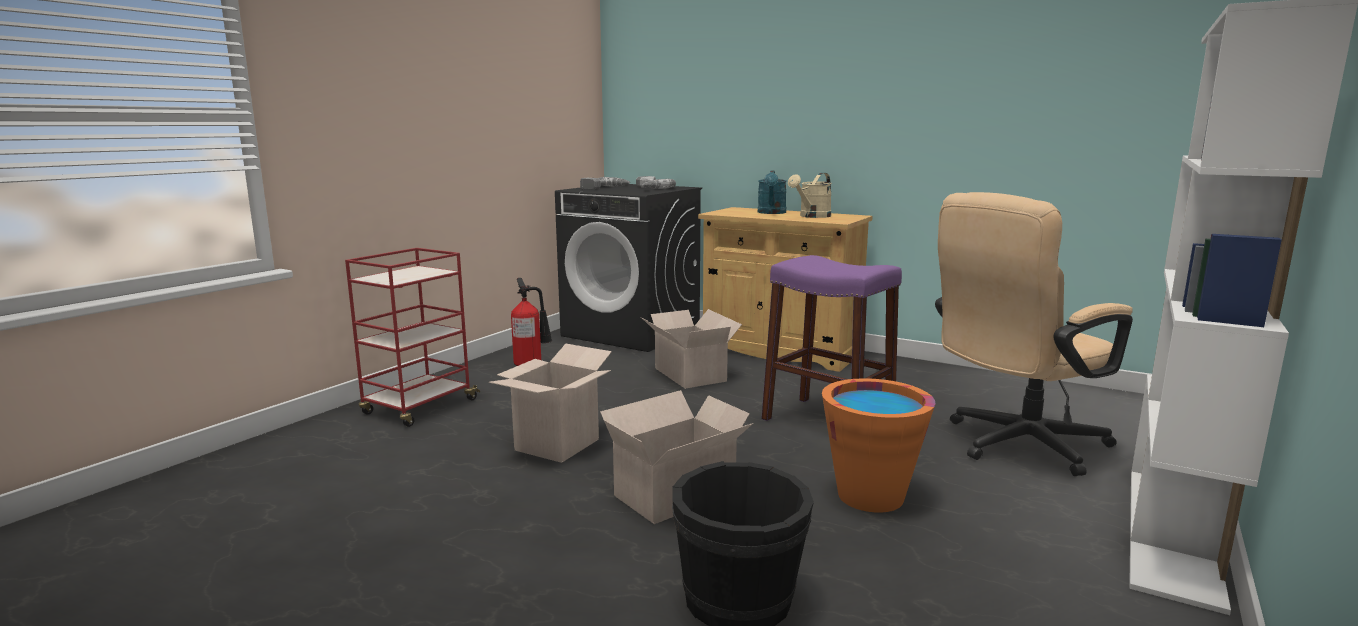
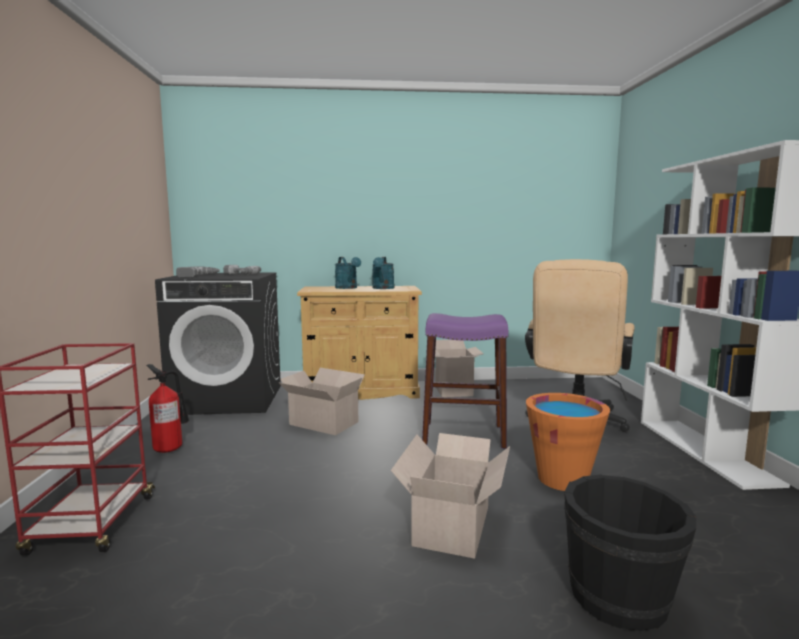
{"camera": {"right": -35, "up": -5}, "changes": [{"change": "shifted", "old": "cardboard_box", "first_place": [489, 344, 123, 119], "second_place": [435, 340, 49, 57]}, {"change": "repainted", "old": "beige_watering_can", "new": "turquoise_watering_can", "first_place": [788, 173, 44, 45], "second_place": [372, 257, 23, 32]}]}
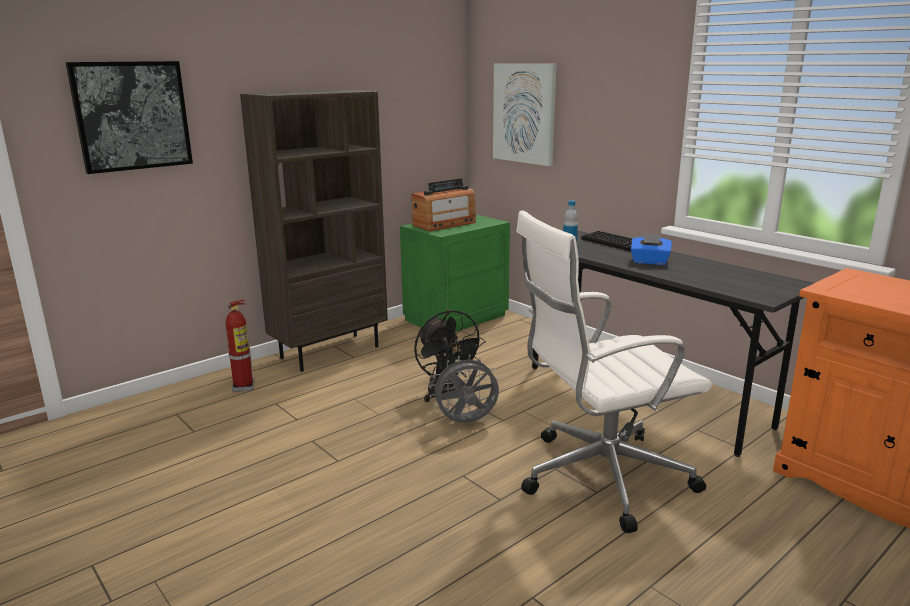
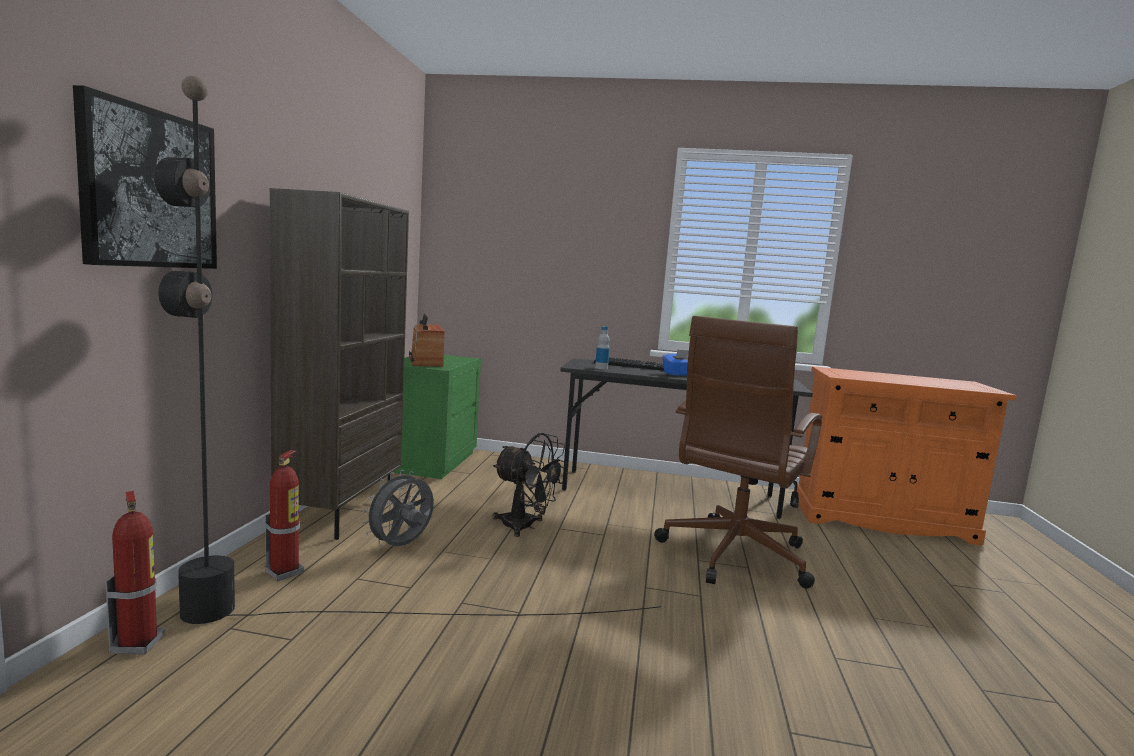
{"camera": {"right": -40, "up": -10}, "changes": [{"change": "rotated", "old": "radio", "first_place": [412, 179, 64, 52], "second_place": [409, 314, 36, 53], "degrees": 150}, {"change": "shifted", "old": "grey_fan", "first_place": [430, 354, 69, 69], "second_place": [363, 470, 71, 76]}, {"change": "gone", "old": "picture", "first_place": [493, 64, 64, 102]}, {"change": "repainted", "old": "white_office_chair", "new": "brown_office_chair", "first_place": [516, 210, 196, 323], "second_place": [654, 316, 168, 272]}, {"change": "new", "new": "fire_extinguisher", "second_place": [105, 491, 60, 163]}, {"change": "new", "new": "black_floor_lamp", "second_place": [154, 76, 507, 548]}]}
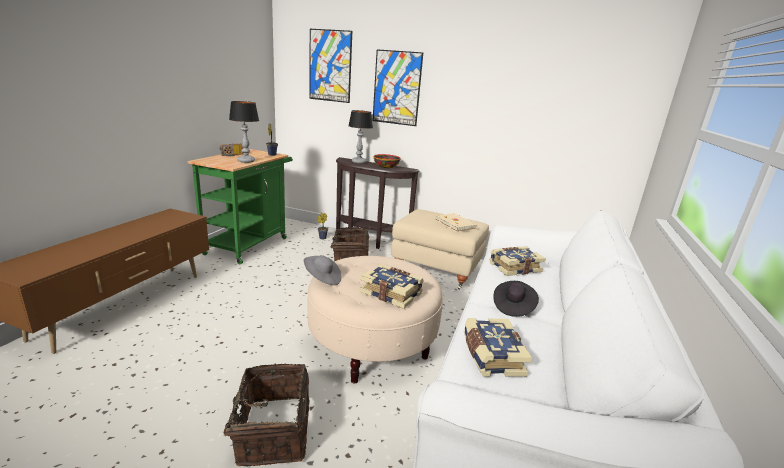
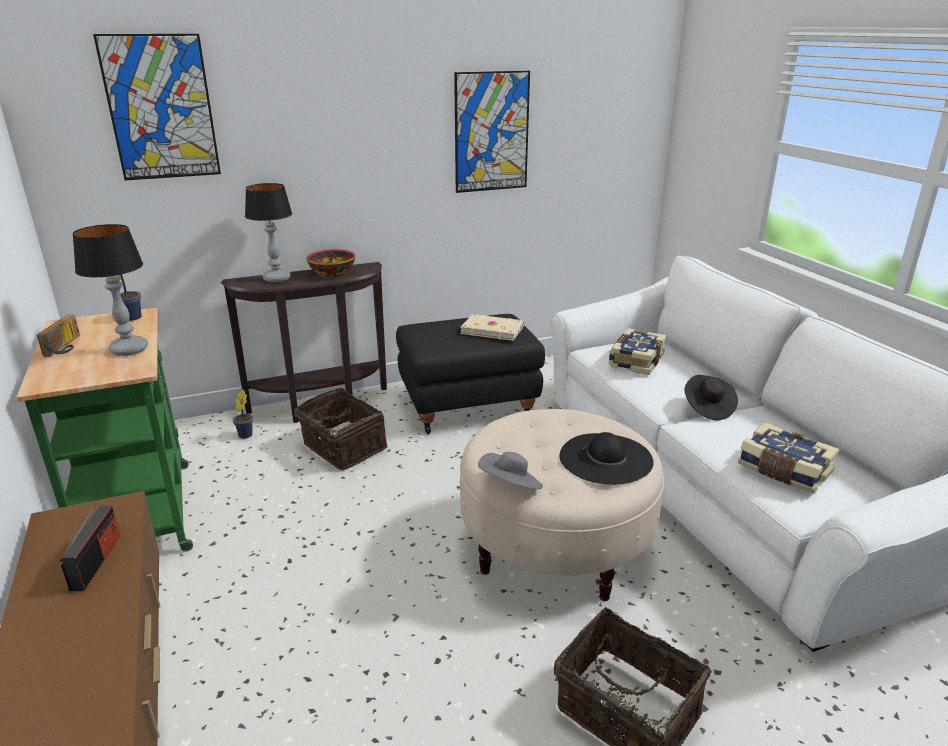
{"camera": {"right": -40, "up": 5}, "changes": [{"change": "swapped", "old": "book", "new": "black_hat", "first_place": [360, 264, 64, 45], "second_place": [560, 432, 94, 53]}, {"change": "shifted", "old": "picture", "first_place": [373, 49, 50, 77], "second_place": [454, 71, 76, 122]}, {"change": "repainted", "old": "beige_ottoman", "new": "black_ottoman", "first_place": [391, 209, 98, 80], "second_place": [396, 314, 149, 120]}, {"change": "new", "new": "radio", "second_place": [60, 502, 60, 89]}]}
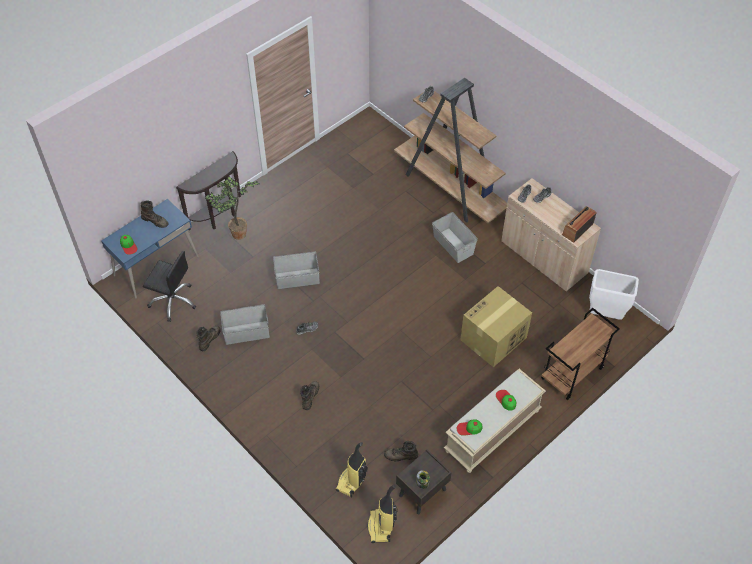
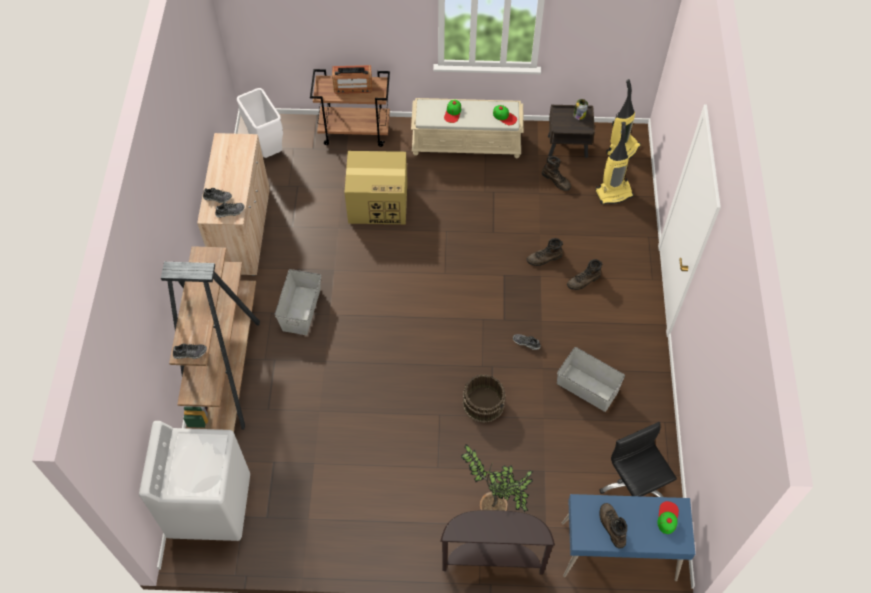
{"camera": {"right": -135, "up": 5}, "changes": [{"change": "shifted", "old": "brown_boot", "first_place": [197, 326, 24, 25], "second_place": [527, 238, 36, 28]}, {"change": "swapped", "old": "grey_storage_box", "new": "brown_bucket", "first_place": [273, 251, 47, 38], "second_place": [462, 374, 44, 49]}, {"change": "shifted", "old": "radio", "first_place": [562, 206, 35, 37], "second_place": [332, 65, 40, 29]}, {"change": "new", "new": "white_washing_machine", "second_place": [139, 421, 111, 120]}]}
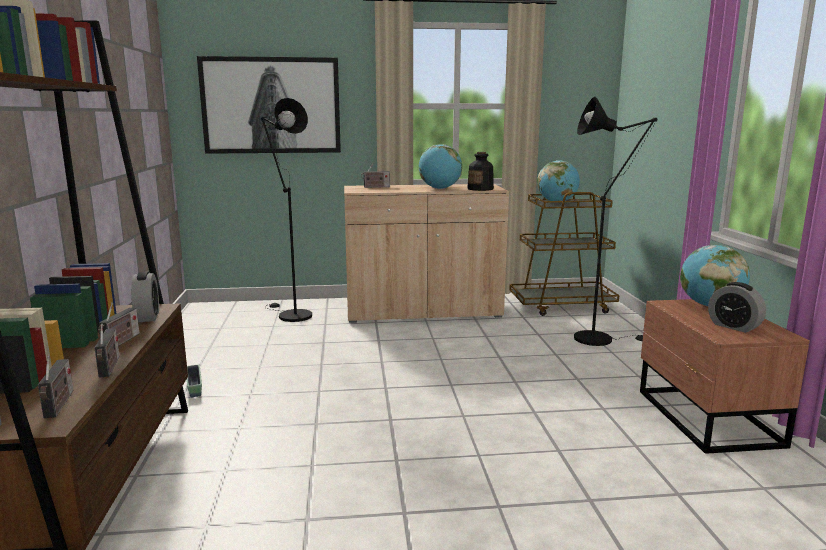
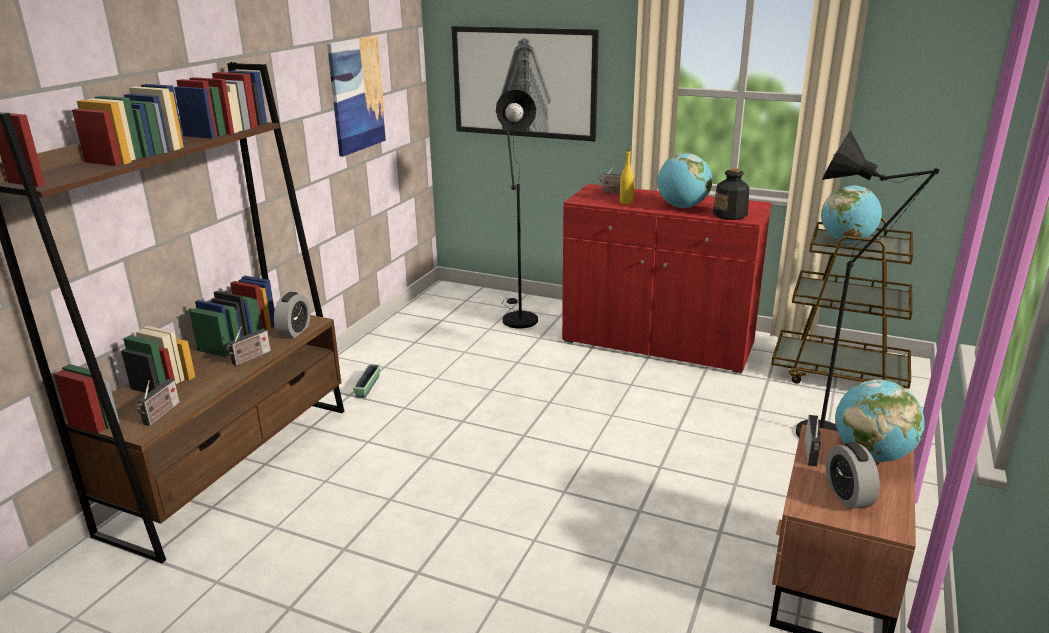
{"camera": {"right": 30, "up": 10}, "changes": [{"change": "shifted", "old": "radio", "first_place": [94, 324, 26, 54], "second_place": [805, 415, 17, 51]}, {"change": "repainted", "old": "beige_cabinet", "new": "red_cabinet", "first_place": [344, 184, 165, 139], "second_place": [562, 184, 209, 190]}, {"change": "new", "new": "picture", "second_place": [327, 35, 60, 122]}, {"change": "new", "new": "yellow_bottle", "second_place": [620, 150, 14, 54]}]}
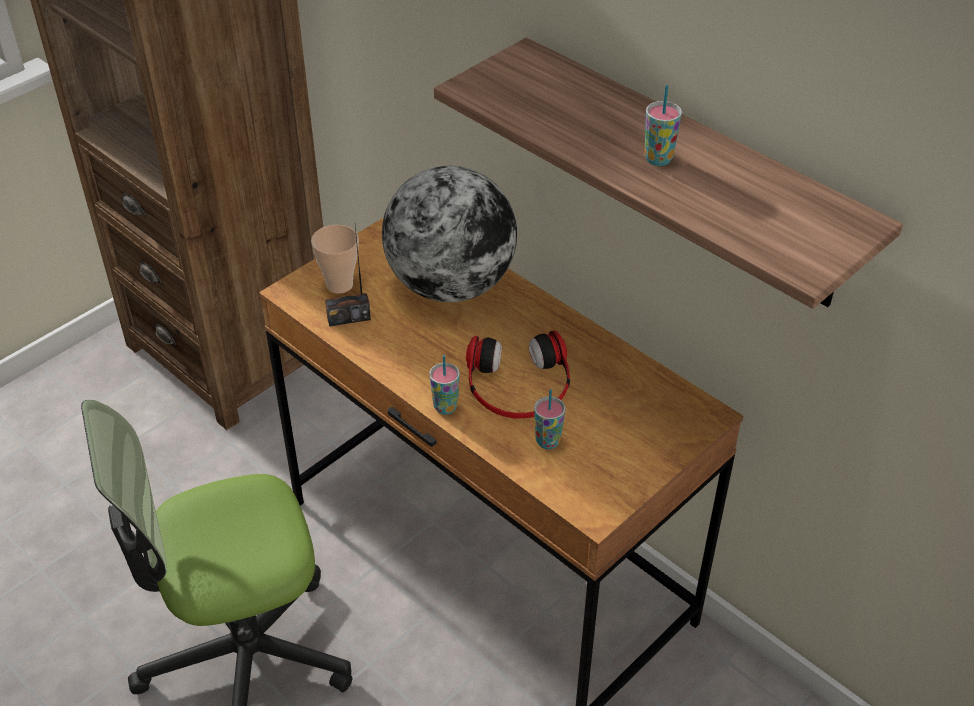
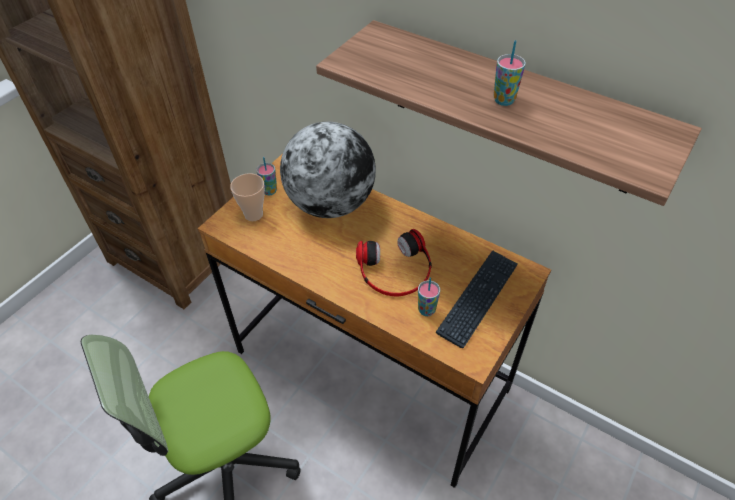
{"camera": {"right": -10, "up": 5}, "changes": [{"change": "gone", "old": "radio", "first_place": [325, 226, 46, 101]}, {"change": "shifted", "old": "cup", "first_place": [429, 355, 31, 60], "second_place": [257, 157, 20, 38]}, {"change": "new", "new": "keyboard", "second_place": [436, 250, 82, 98]}]}
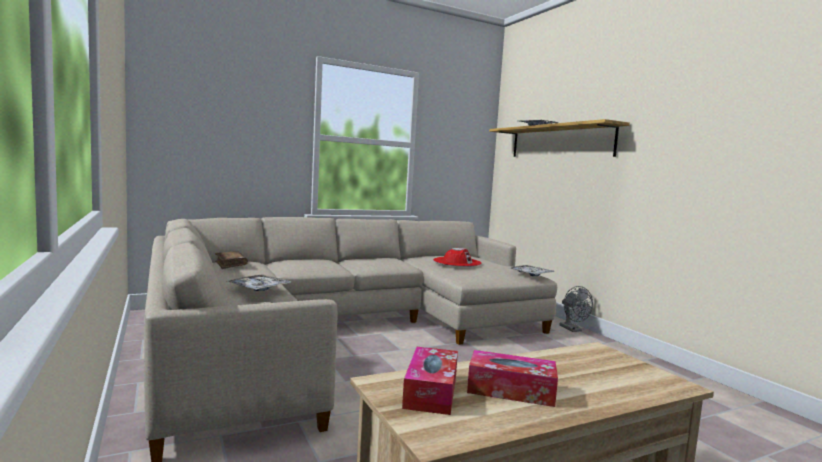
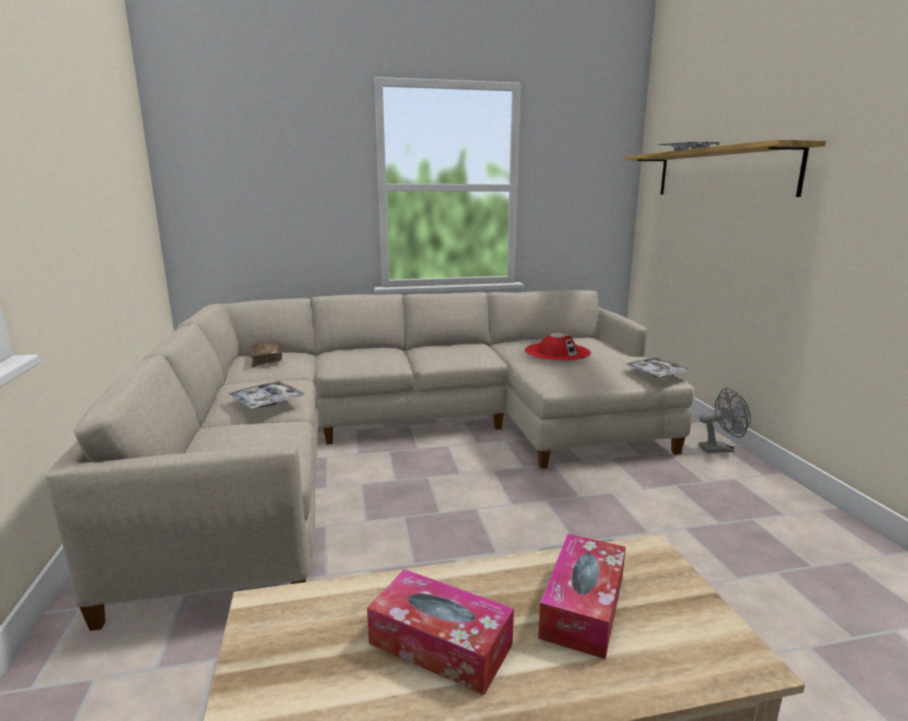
{"camera": {"right": 15, "up": 10}, "changes": [{"change": "shifted", "old": "tissue_box", "first_place": [402, 347, 56, 68], "second_place": [538, 534, 88, 125]}, {"change": "rotated", "old": "grey_fan", "first_place": [559, 286, 34, 46], "second_place": [698, 388, 53, 65], "degrees": -90}]}
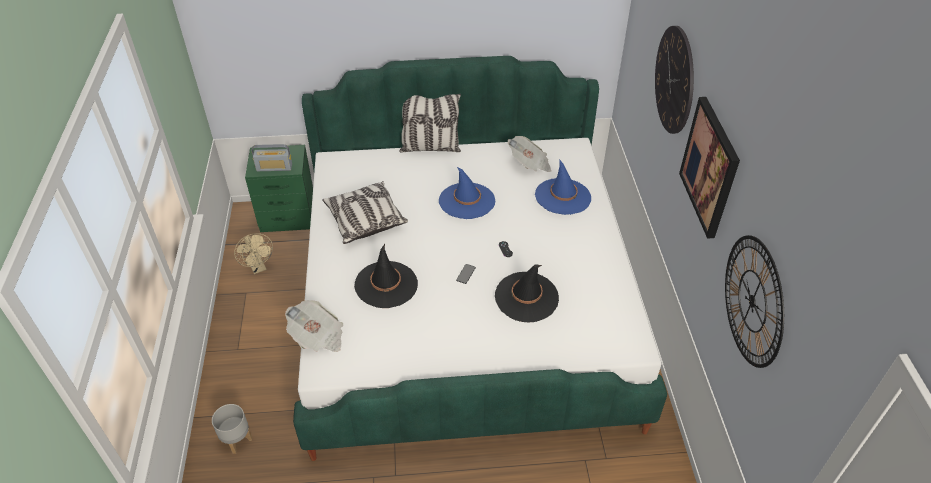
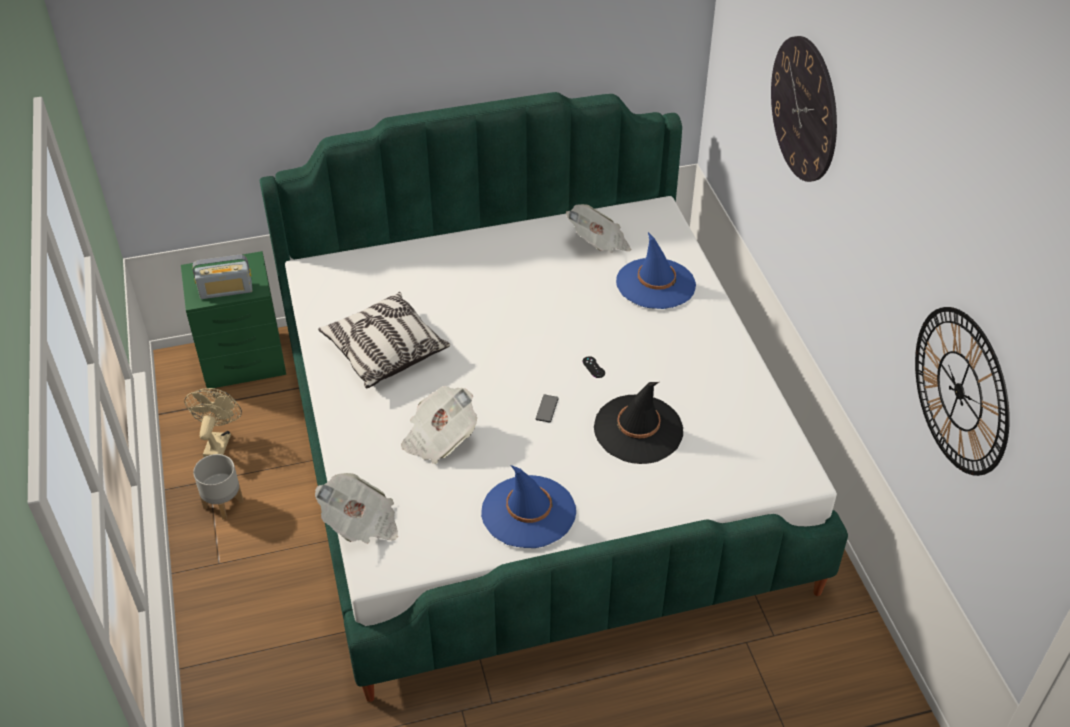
{"camera": {"right": -10, "up": 0}, "changes": [{"change": "shifted", "old": "grey_planter", "first_place": [212, 404, 40, 50], "second_place": [193, 454, 50, 65]}, {"change": "rotated", "old": "beige_fan", "first_place": [234, 233, 39, 41], "second_place": [184, 388, 58, 69], "degrees": -135}, {"change": "swapped", "old": "black_hat", "new": "newspaper", "first_place": [354, 244, 64, 64], "second_place": [401, 386, 76, 78]}, {"change": "gone", "old": "pillow", "first_place": [399, 94, 62, 59]}, {"change": "shifted", "old": "blue_hat", "first_place": [439, 167, 56, 52], "second_place": [481, 465, 95, 83]}, {"change": "gone", "old": "picture", "first_place": [679, 97, 61, 142]}]}
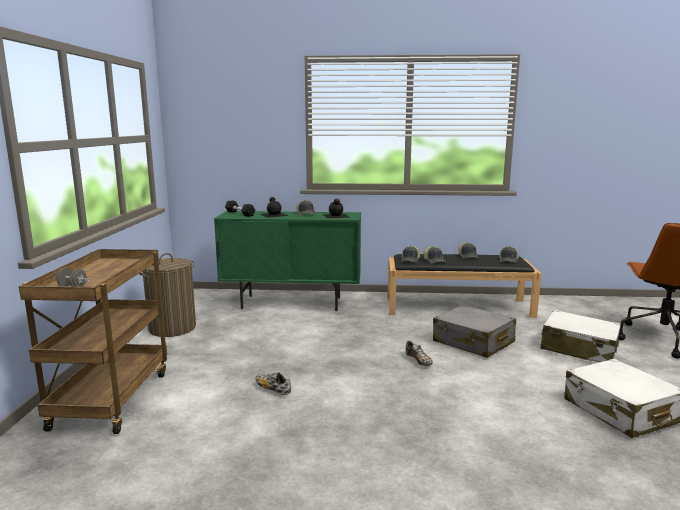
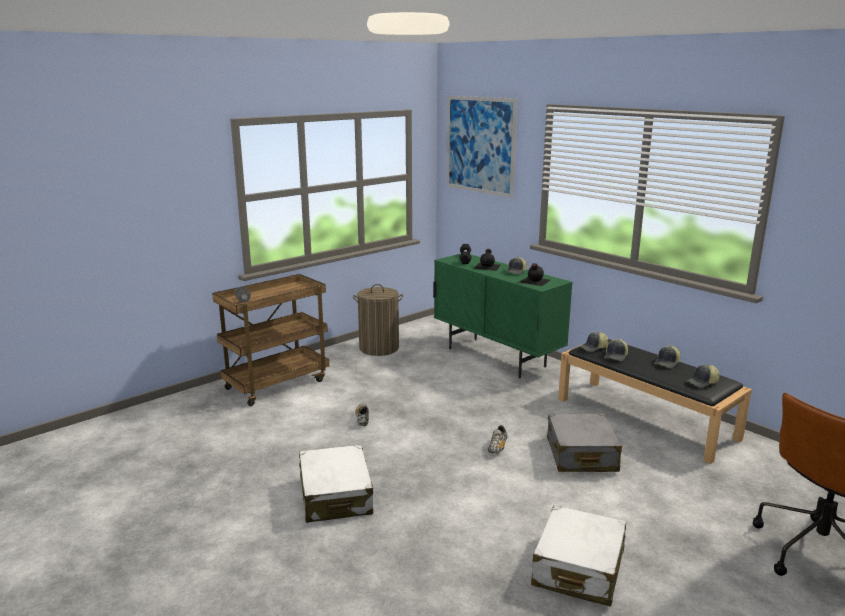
{"camera": {"right": 45, "up": 5}, "changes": [{"change": "shifted", "old": "white_suitcase", "first_place": [540, 310, 81, 53], "second_place": [299, 445, 75, 78]}, {"change": "new", "new": "picture", "second_place": [447, 96, 70, 102]}]}
